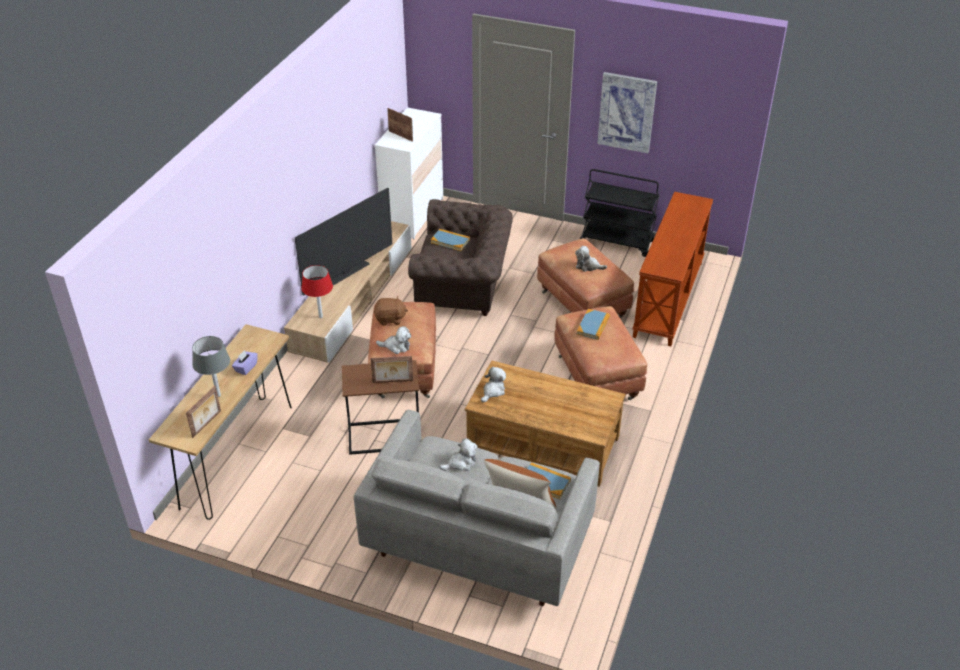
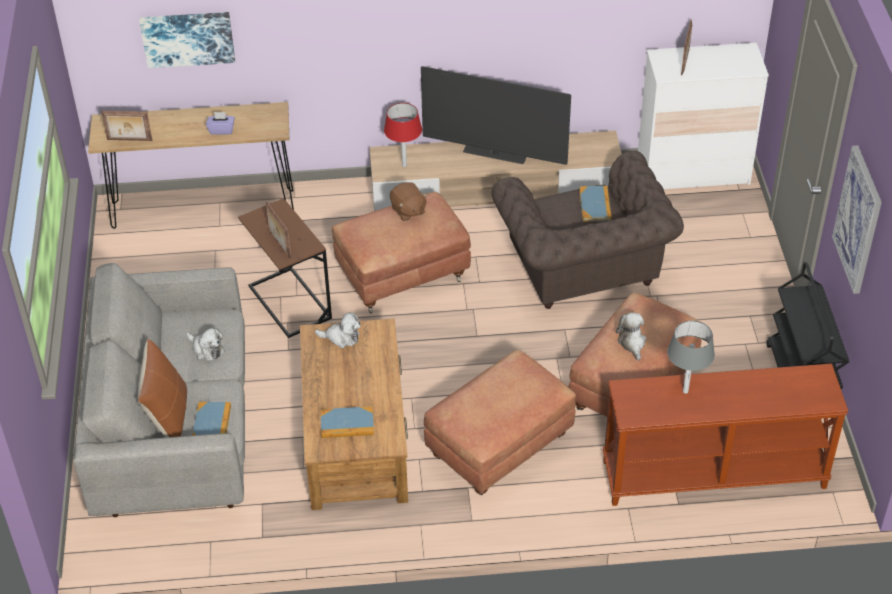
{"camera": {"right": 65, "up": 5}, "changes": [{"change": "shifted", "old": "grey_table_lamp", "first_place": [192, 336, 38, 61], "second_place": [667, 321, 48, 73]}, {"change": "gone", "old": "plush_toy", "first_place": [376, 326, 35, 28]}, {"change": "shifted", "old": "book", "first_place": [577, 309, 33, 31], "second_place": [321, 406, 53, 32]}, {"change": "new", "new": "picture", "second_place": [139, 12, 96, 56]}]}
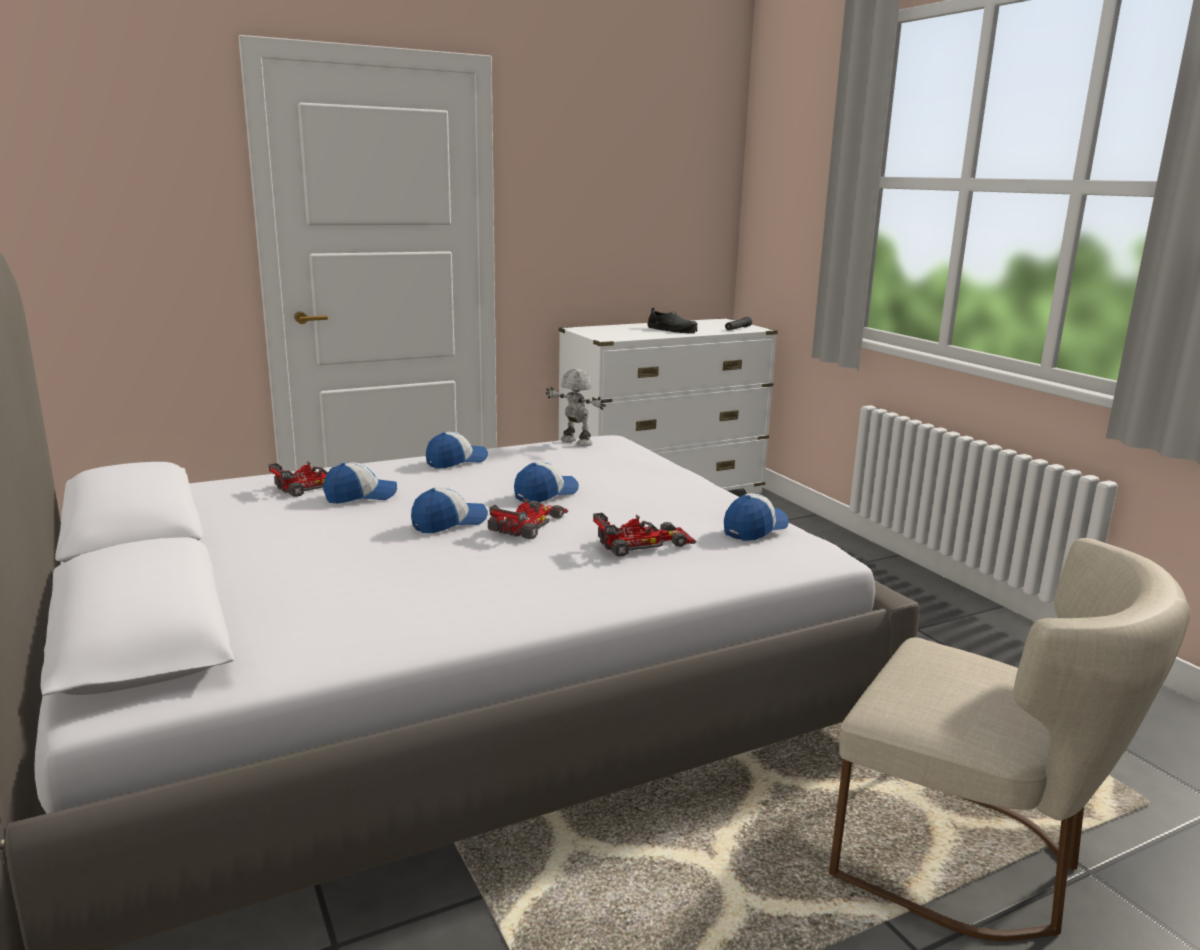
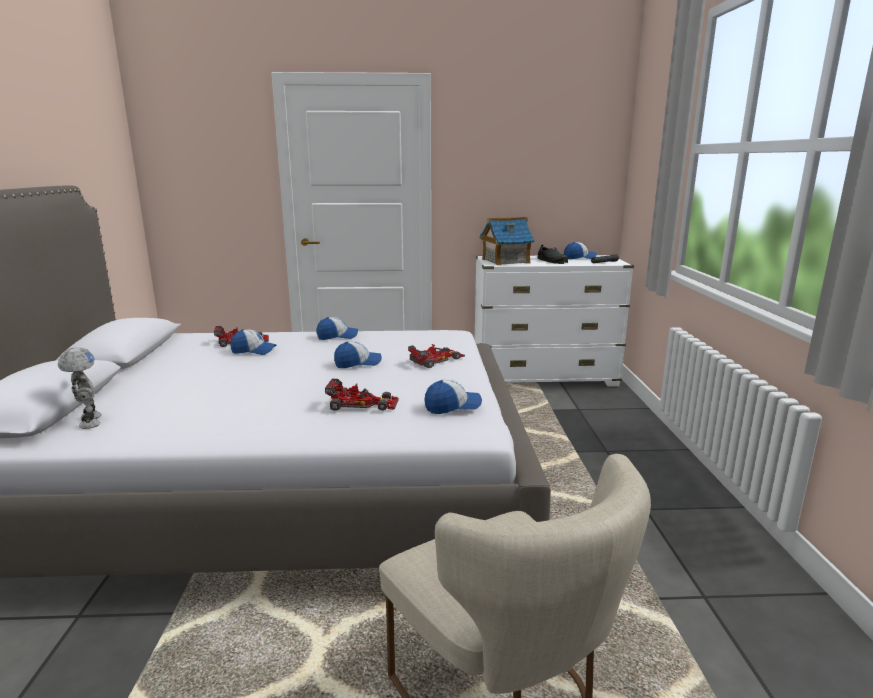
{"camera": {"right": 25, "up": 0}, "changes": [{"change": "shifted", "old": "cap", "first_place": [411, 487, 77, 46], "second_place": [564, 242, 33, 17]}, {"change": "shifted", "old": "toy_car", "first_place": [488, 498, 80, 41], "second_place": [408, 344, 57, 24]}, {"change": "shifted", "old": "toy_robot", "first_place": [546, 369, 60, 77], "second_place": [58, 347, 44, 82]}, {"change": "new", "new": "toy_house", "second_place": [479, 217, 56, 48]}]}
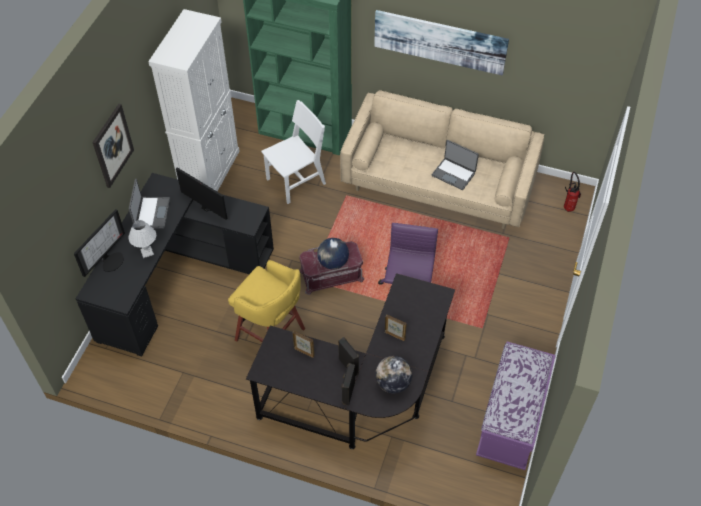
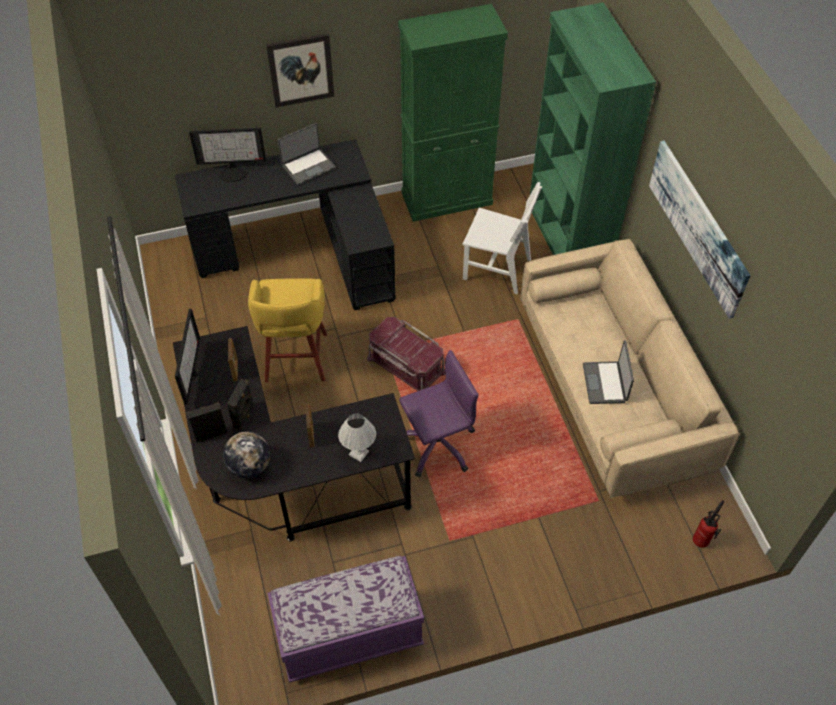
{"camera": {"right": 55, "up": 0}, "changes": [{"change": "shifted", "old": "white_table_lamp", "first_place": [129, 220, 27, 38], "second_place": [338, 413, 38, 49]}, {"change": "repainted", "old": "white_cabinet", "new": "green_cabinet", "first_place": [148, 9, 92, 183], "second_place": [398, 4, 110, 218]}, {"change": "shifted", "old": "monitor", "first_place": [176, 167, 51, 53], "second_place": [175, 309, 44, 96]}, {"change": "gone", "old": "globe", "first_place": [317, 238, 32, 32]}]}
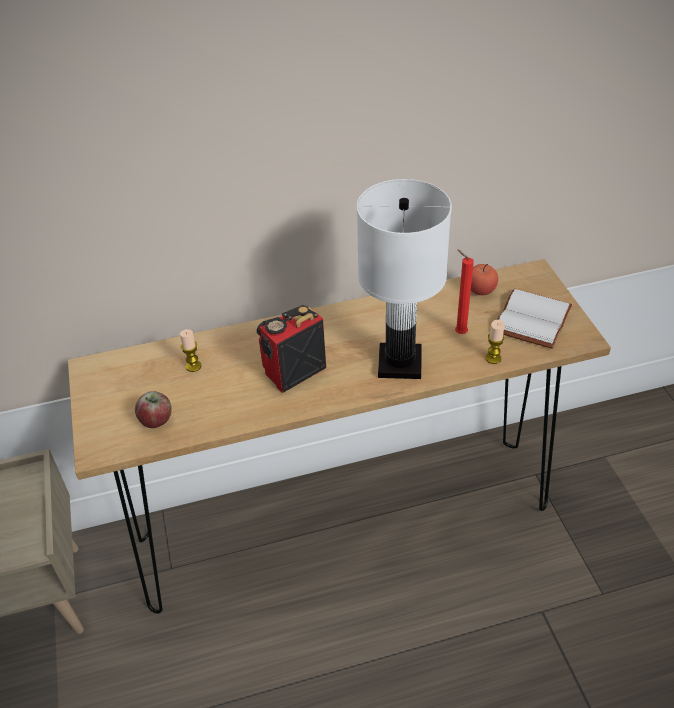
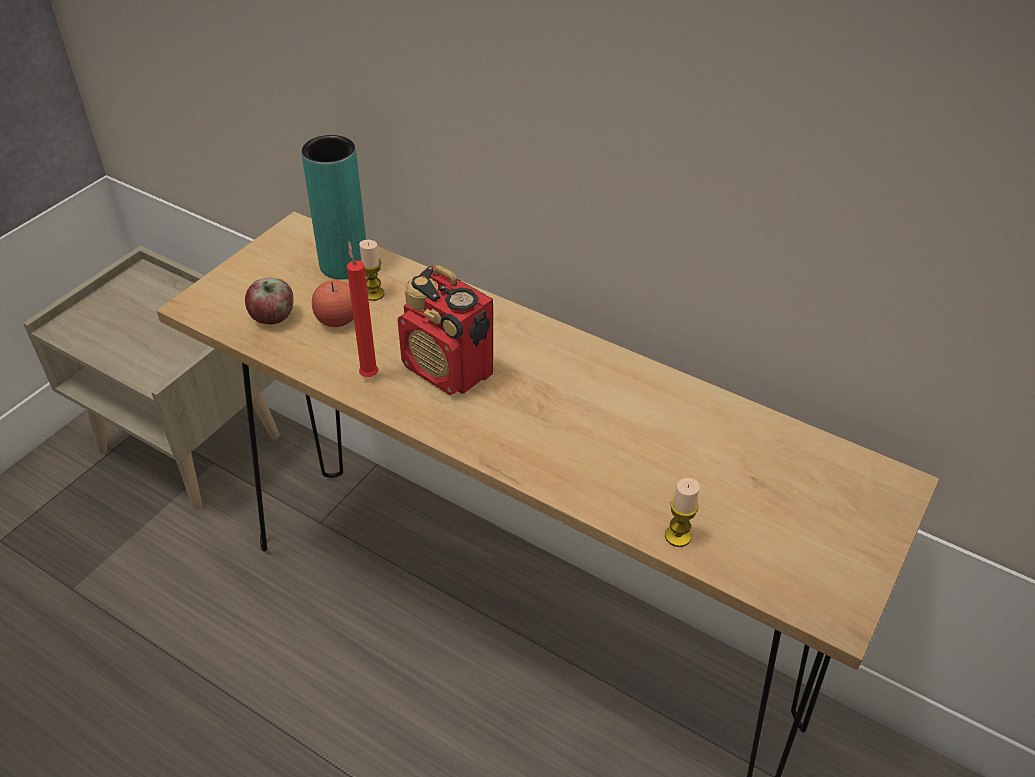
{"camera": {"right": 45, "up": 0}, "changes": [{"change": "rotated", "old": "radio", "first_place": [256, 305, 70, 88], "second_place": [398, 265, 95, 130], "degrees": -150}, {"change": "gone", "old": "white_table_lamp", "first_place": [357, 179, 95, 200]}, {"change": "shifted", "old": "red_candle", "first_place": [455, 249, 19, 85], "second_place": [347, 242, 31, 135]}, {"change": "shifted", "old": "apple", "first_place": [471, 264, 27, 31], "second_place": [312, 280, 42, 47]}, {"change": "gone", "old": "white_book", "first_place": [497, 289, 75, 60]}, {"change": "new", "new": "turquoise_vase", "second_place": [301, 135, 65, 145]}]}
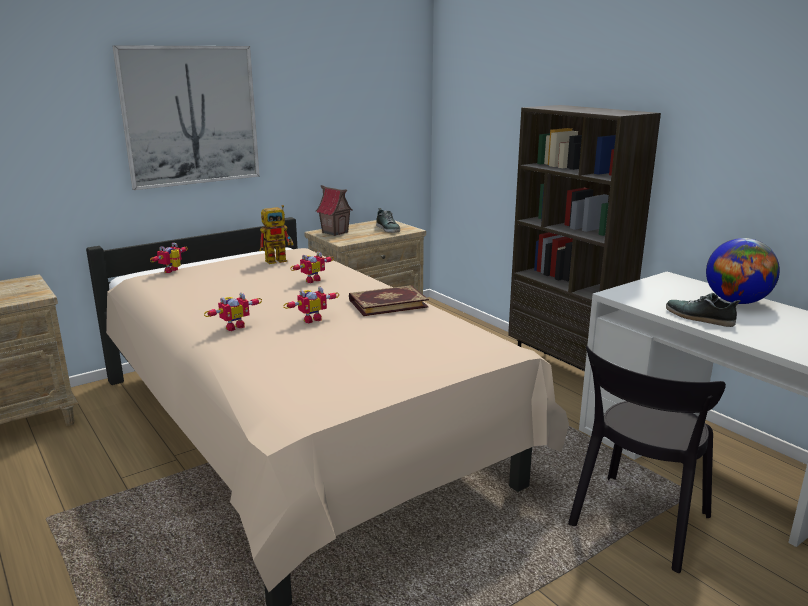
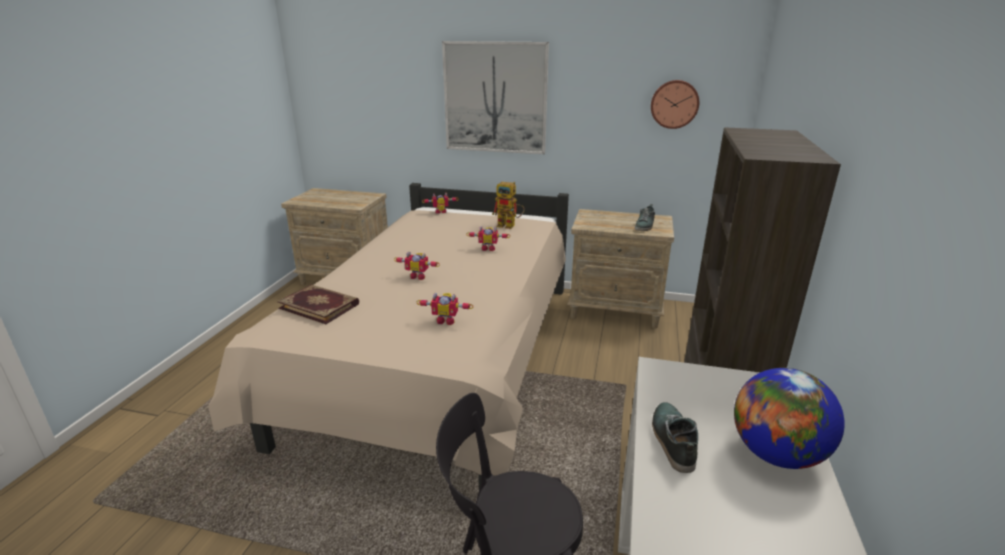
{"camera": {"right": 50, "up": 5}, "changes": [{"change": "shifted", "old": "toy_robot", "first_place": [204, 293, 58, 38], "second_place": [416, 293, 58, 32]}, {"change": "gone", "old": "toy_house", "first_place": [316, 185, 37, 51]}, {"change": "shifted", "old": "book", "first_place": [349, 285, 80, 31], "second_place": [277, 285, 82, 39]}, {"change": "new", "new": "wall_clock", "second_place": [651, 80, 48, 49]}]}
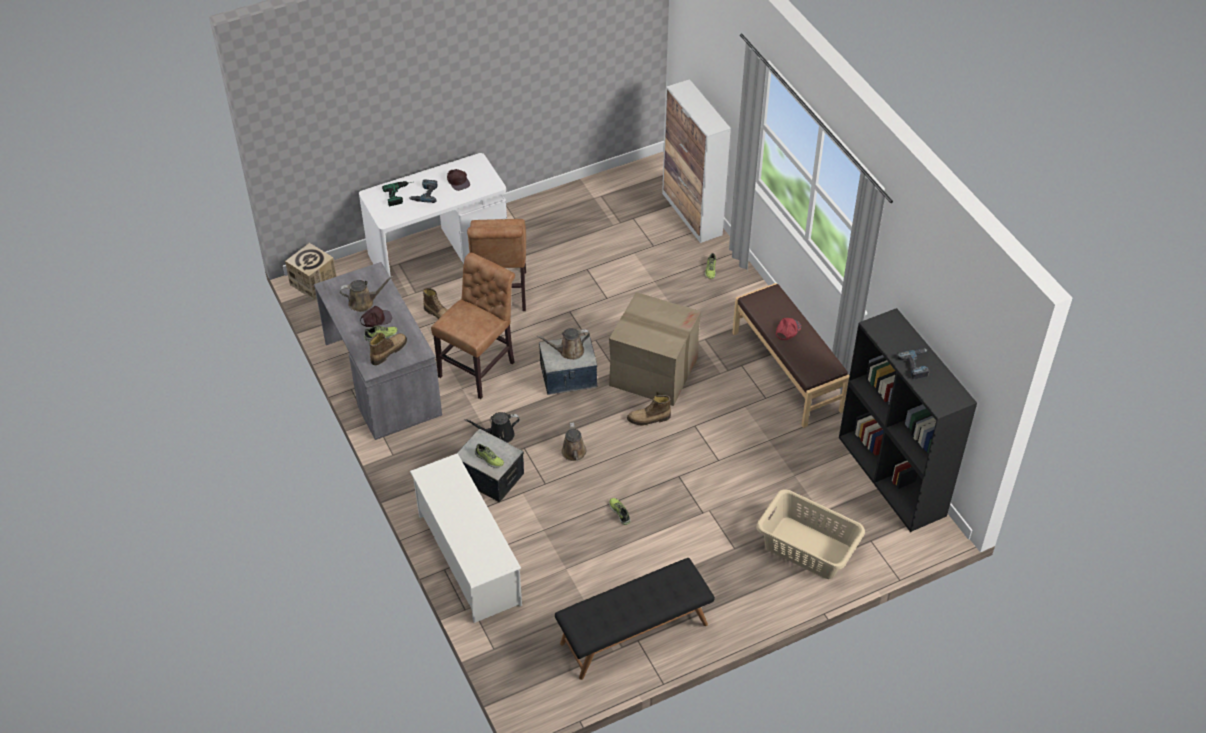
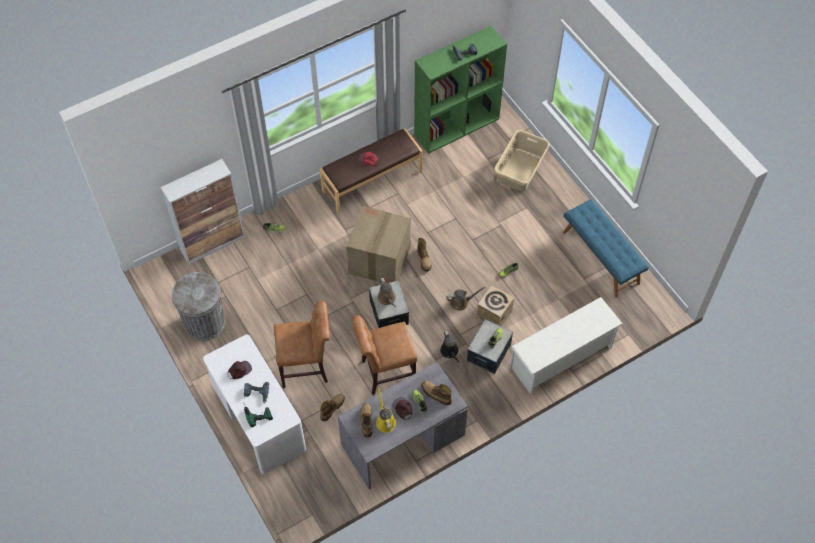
{"camera": {"right": -95, "up": 10}, "changes": [{"change": "shifted", "old": "cardboard_box", "first_place": [285, 243, 52, 57], "second_place": [477, 285, 37, 41]}, {"change": "repainted", "old": "brown_watering_can", "new": "yellow_watering_can", "first_place": [340, 276, 54, 36], "second_place": [376, 387, 20, 46]}, {"change": "rotated", "old": "brown_chair", "first_place": [431, 253, 84, 146], "second_place": [352, 315, 65, 80], "degrees": -45}, {"change": "repainted", "old": "black_bench", "new": "blue_bench", "first_place": [555, 558, 160, 122], "second_place": [563, 199, 86, 98]}, {"change": "repainted", "old": "black_bookcase", "new": "green_bookcase", "first_place": [839, 308, 138, 224], "second_place": [414, 26, 93, 128]}, {"change": "new", "new": "grey_trash_can", "second_place": [172, 272, 53, 69]}, {"change": "new", "new": "boot", "second_place": [360, 403, 12, 35]}]}
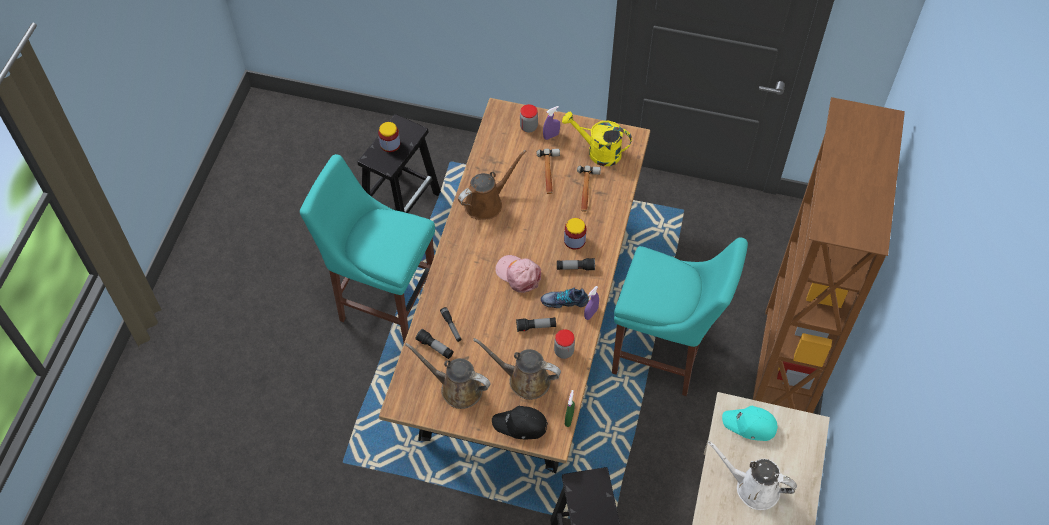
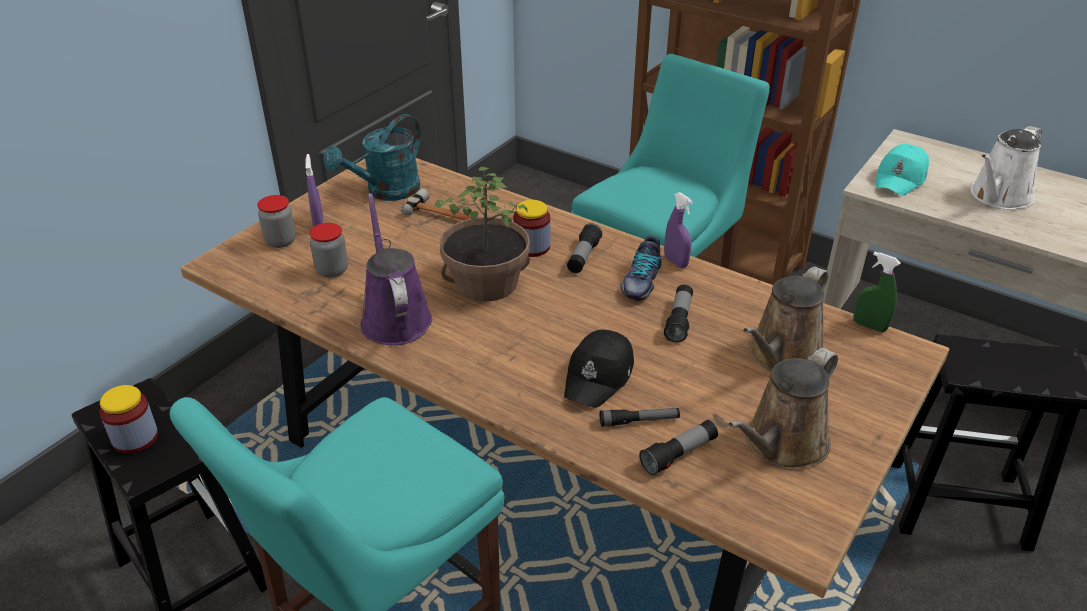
{"camera": {"right": -70, "up": -20}, "changes": [{"change": "repainted", "old": "brown_watering_can", "new": "purple_watering_can", "first_place": [458, 150, 69, 70], "second_place": [360, 193, 72, 152]}, {"change": "shifted", "old": "black_cap", "first_place": [492, 406, 56, 33], "second_place": [564, 330, 70, 78]}, {"change": "gone", "old": "pink_cap", "first_place": [495, 255, 46, 38]}, {"change": "gone", "old": "hammer", "first_place": [536, 149, 24, 45]}, {"change": "shifted", "old": "jar", "first_place": [554, 329, 21, 30], "second_place": [309, 223, 39, 55]}, {"change": "repainted", "old": "yellow_watering_can", "new": "turquoise_watering_can", "first_place": [562, 111, 70, 55], "second_place": [324, 114, 97, 87]}, {"change": "new", "new": "potted_plant", "second_place": [434, 167, 96, 135]}]}
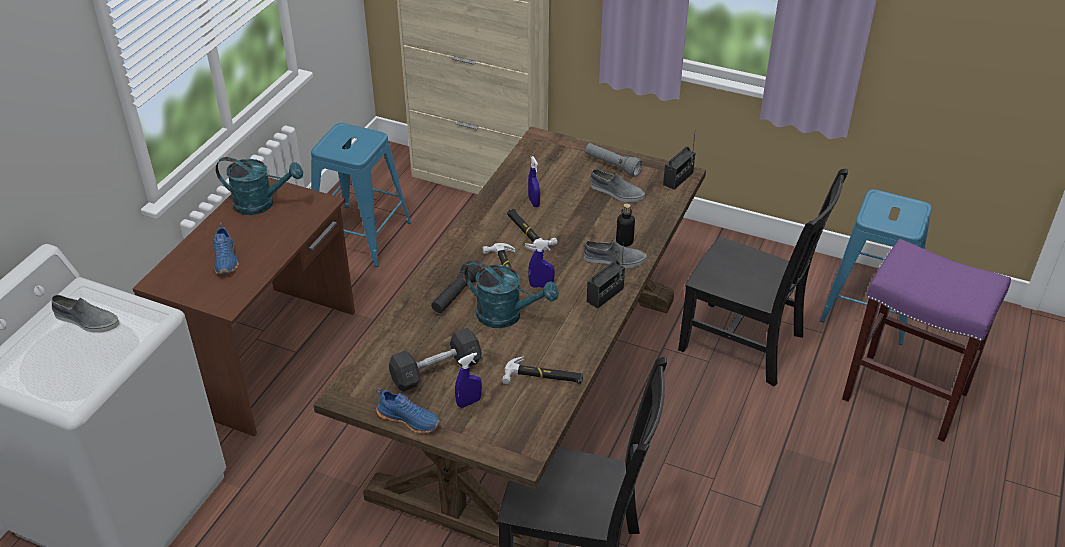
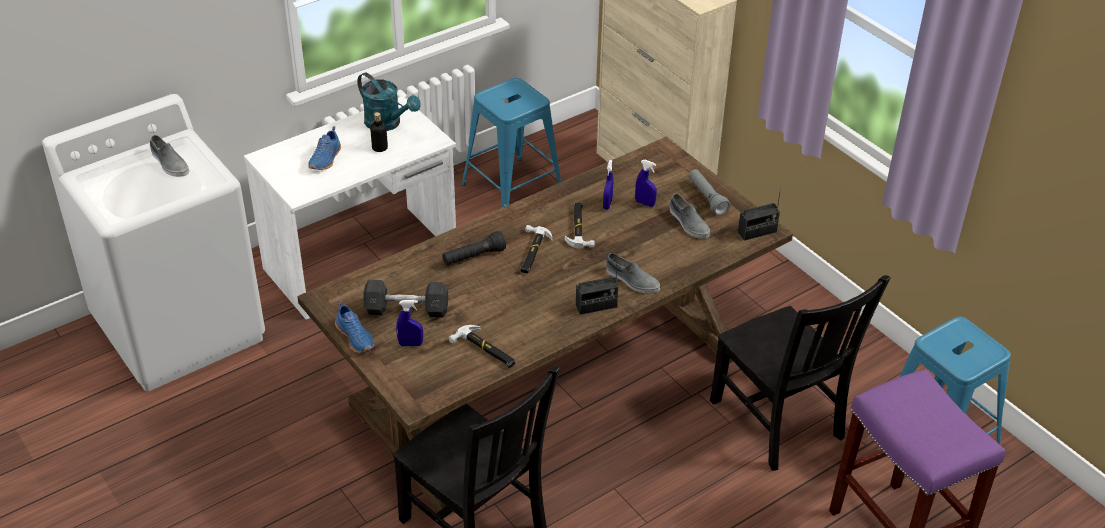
{"camera": {"right": 30, "up": 0}, "changes": [{"change": "repainted", "old": "brown_desk", "new": "white_desk", "first_place": [132, 177, 223, 259], "second_place": [244, 96, 212, 223]}, {"change": "gone", "old": "turquoise_watering_can", "first_place": [465, 261, 94, 67]}, {"change": "shifted", "old": "blue_spray_bottle", "first_place": [528, 240, 27, 48], "second_place": [635, 160, 22, 47]}, {"change": "shifted", "old": "bottle", "first_place": [616, 203, 19, 44], "second_place": [370, 112, 18, 40]}]}
